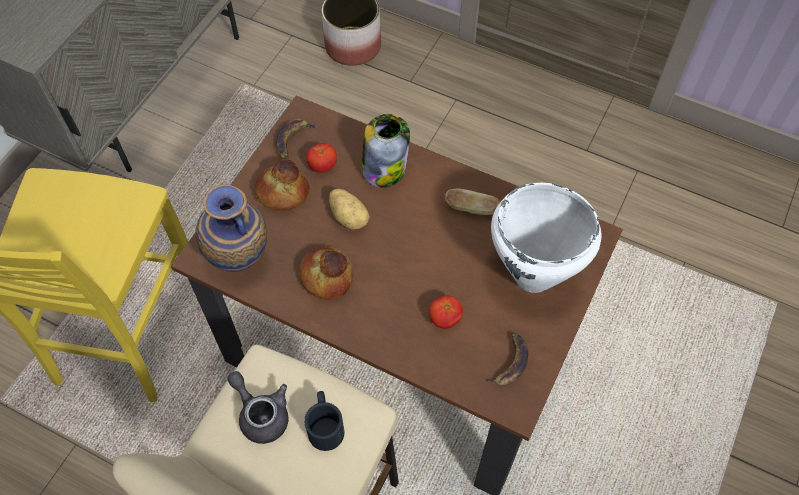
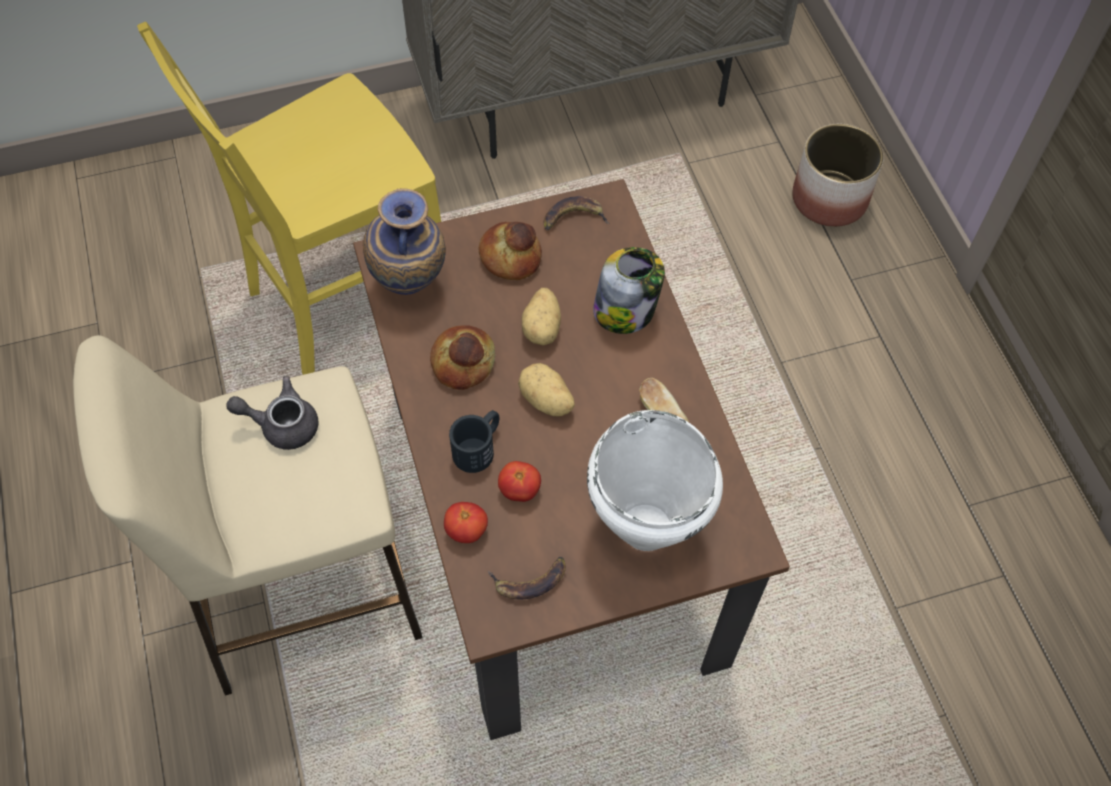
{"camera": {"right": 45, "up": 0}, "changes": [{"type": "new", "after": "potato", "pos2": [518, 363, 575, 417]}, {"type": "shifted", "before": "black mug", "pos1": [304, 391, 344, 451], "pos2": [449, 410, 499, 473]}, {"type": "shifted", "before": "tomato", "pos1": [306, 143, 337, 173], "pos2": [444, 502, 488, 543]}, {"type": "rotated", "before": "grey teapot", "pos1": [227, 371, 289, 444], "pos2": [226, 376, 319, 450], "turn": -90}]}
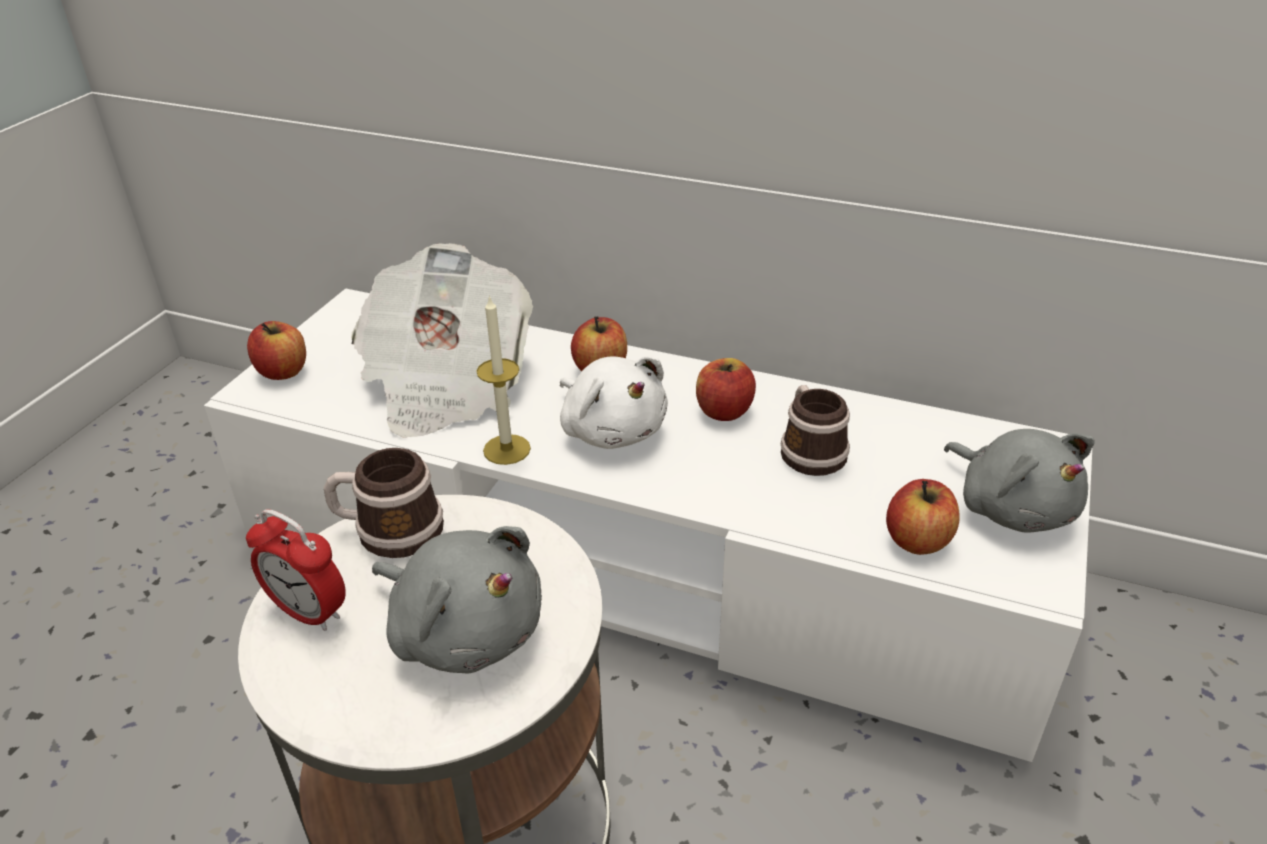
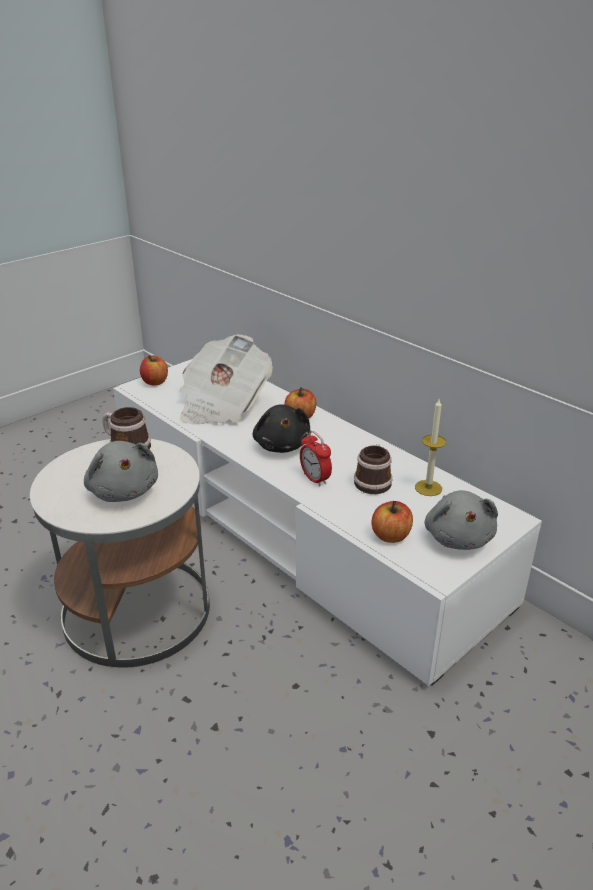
{"camera": {"right": 25, "up": -5}, "changes": [{"type": "gone", "before": "apple", "pos1": [696, 358, 756, 421]}, {"type": "shifted", "before": "alarm clock", "pos1": [246, 509, 346, 631], "pos2": [300, 431, 332, 487]}, {"type": "shifted", "before": "candle", "pos1": [477, 295, 531, 465], "pos2": [415, 399, 446, 496]}, {"type": "repainted", "before": "white plush toy", "after": "black plush toy", "pos1": [560, 356, 668, 449], "pos2": [253, 404, 310, 453]}]}
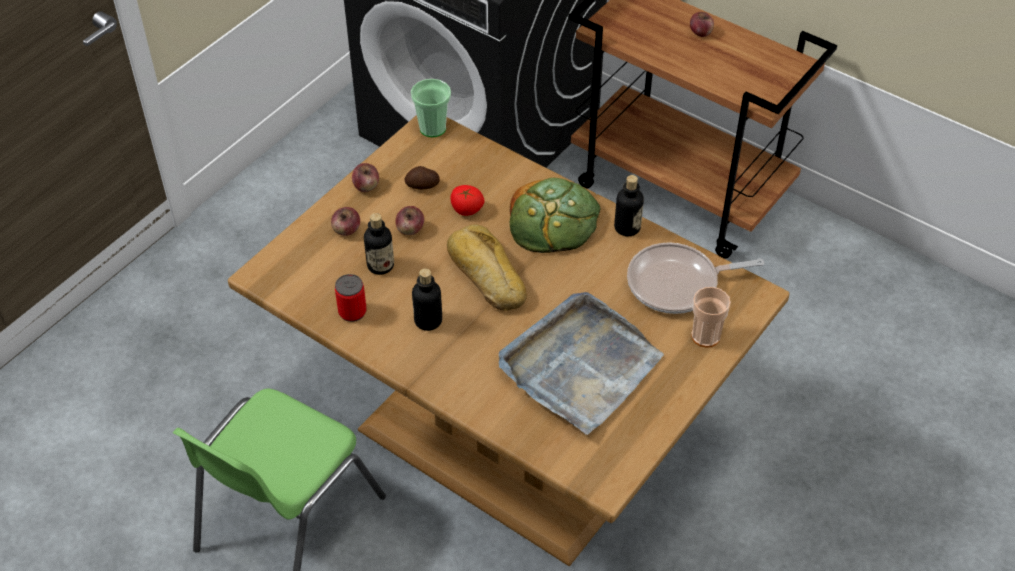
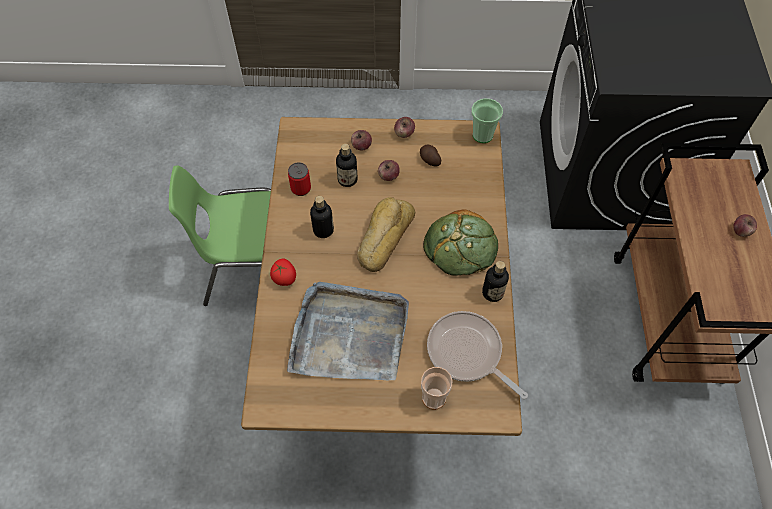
{"camera": {"right": 55, "up": 10}, "changes": [{"type": "shifted", "before": "tomato", "pos1": [450, 185, 485, 216], "pos2": [270, 259, 296, 286]}]}
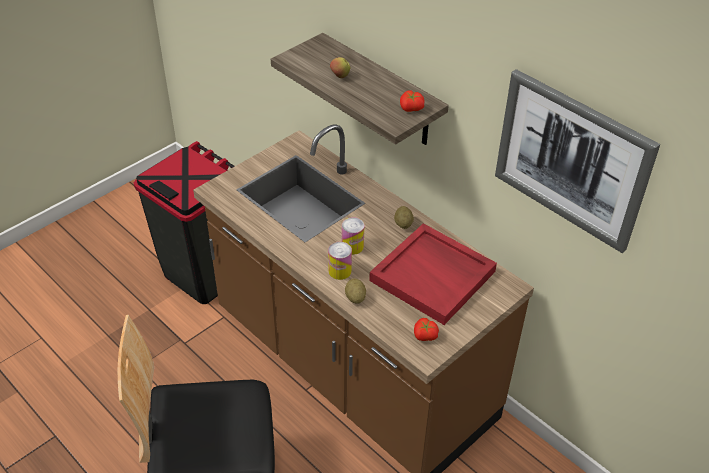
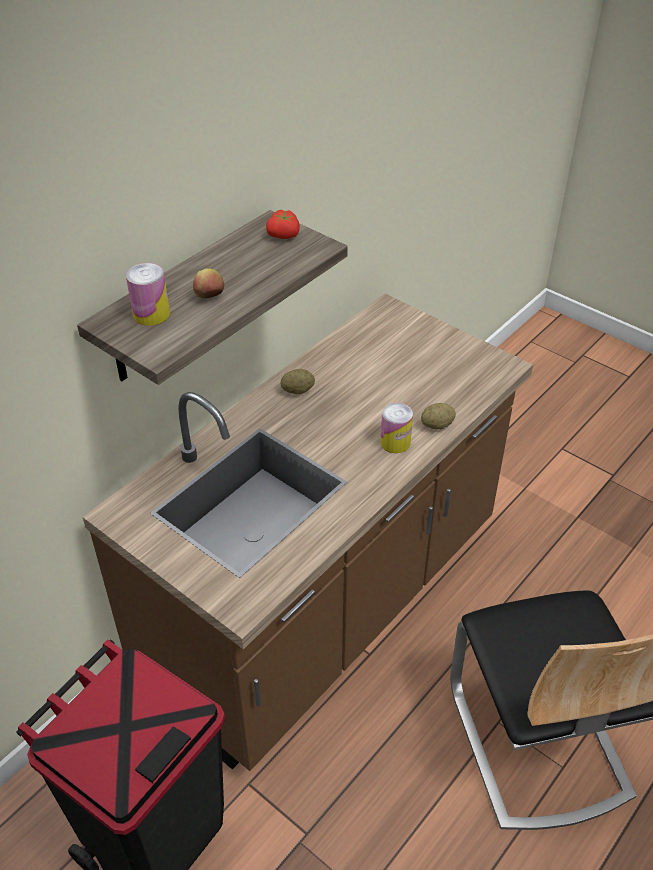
{"camera": {"right": -95, "up": 0}, "changes": [{"type": "gone", "before": "red tray", "pos1": [369, 223, 497, 325]}, {"type": "gone", "before": "tomato", "pos1": [414, 318, 439, 341]}, {"type": "gone", "before": "picture", "pos1": [495, 69, 660, 253]}, {"type": "shifted", "before": "can", "pos1": [342, 217, 364, 255], "pos2": [126, 263, 170, 326]}]}
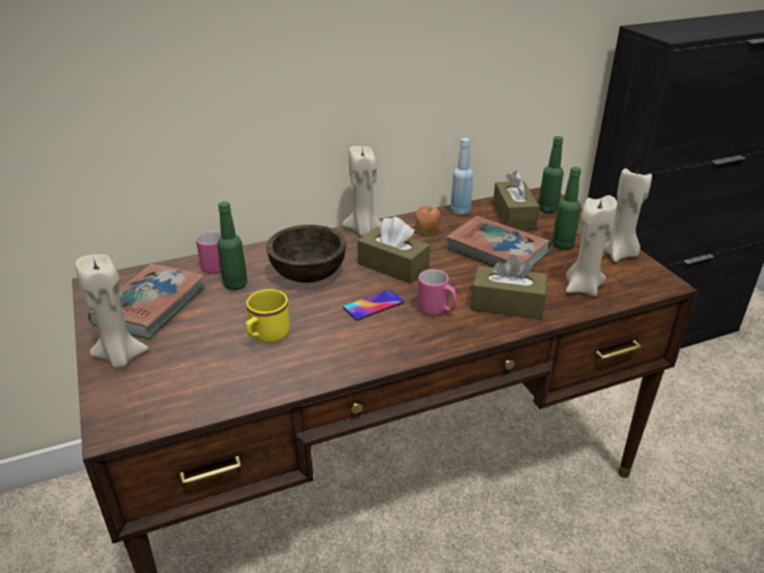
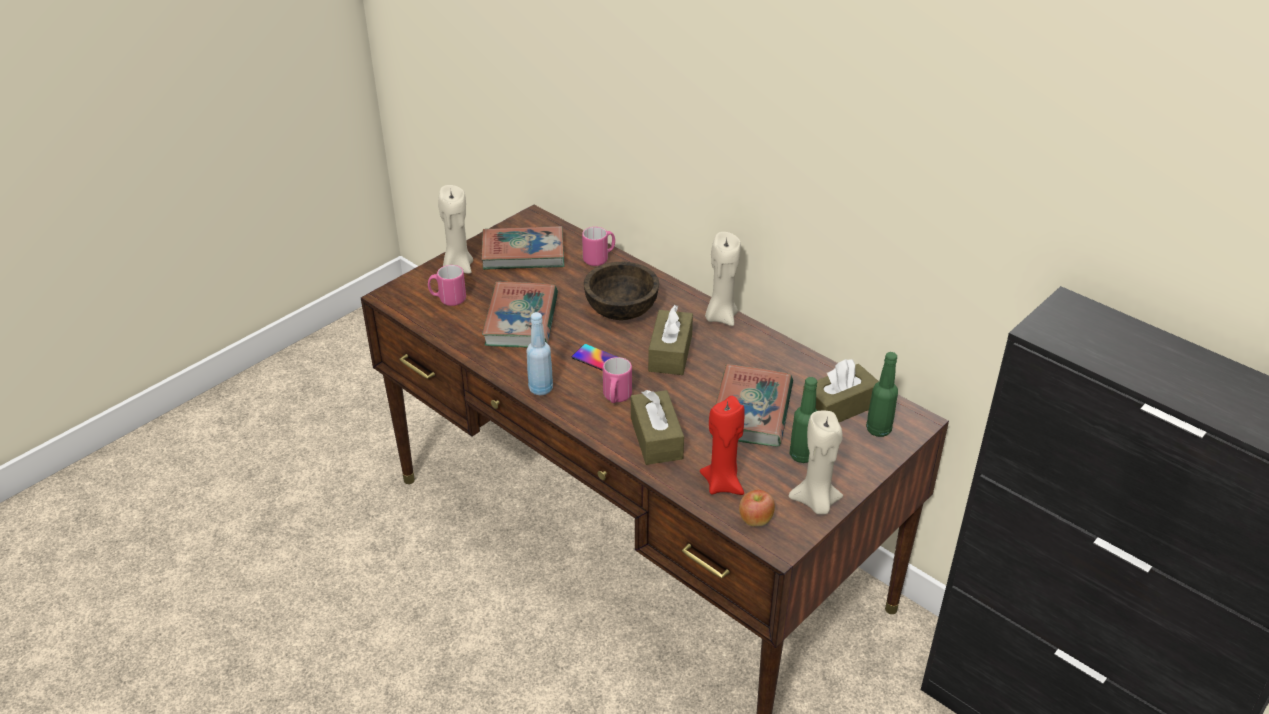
{"camera": {"right": 65, "up": 5}, "changes": [{"type": "gone", "before": "green bottle", "pos1": [217, 201, 248, 290]}, {"type": "new", "after": "pink mug", "pos2": [428, 265, 466, 306]}, {"type": "shifted", "before": "apple", "pos1": [415, 206, 441, 235], "pos2": [739, 490, 775, 526]}, {"type": "shifted", "before": "blue bottle", "pos1": [450, 138, 473, 215], "pos2": [526, 312, 553, 395]}, {"type": "swapped", "before": "yellow mug", "after": "book", "pos1": [246, 289, 290, 343], "pos2": [482, 282, 558, 347]}, {"type": "repainted", "before": "beige candle", "after": "red candle", "pos1": [566, 195, 617, 297], "pos2": [700, 396, 745, 495]}]}
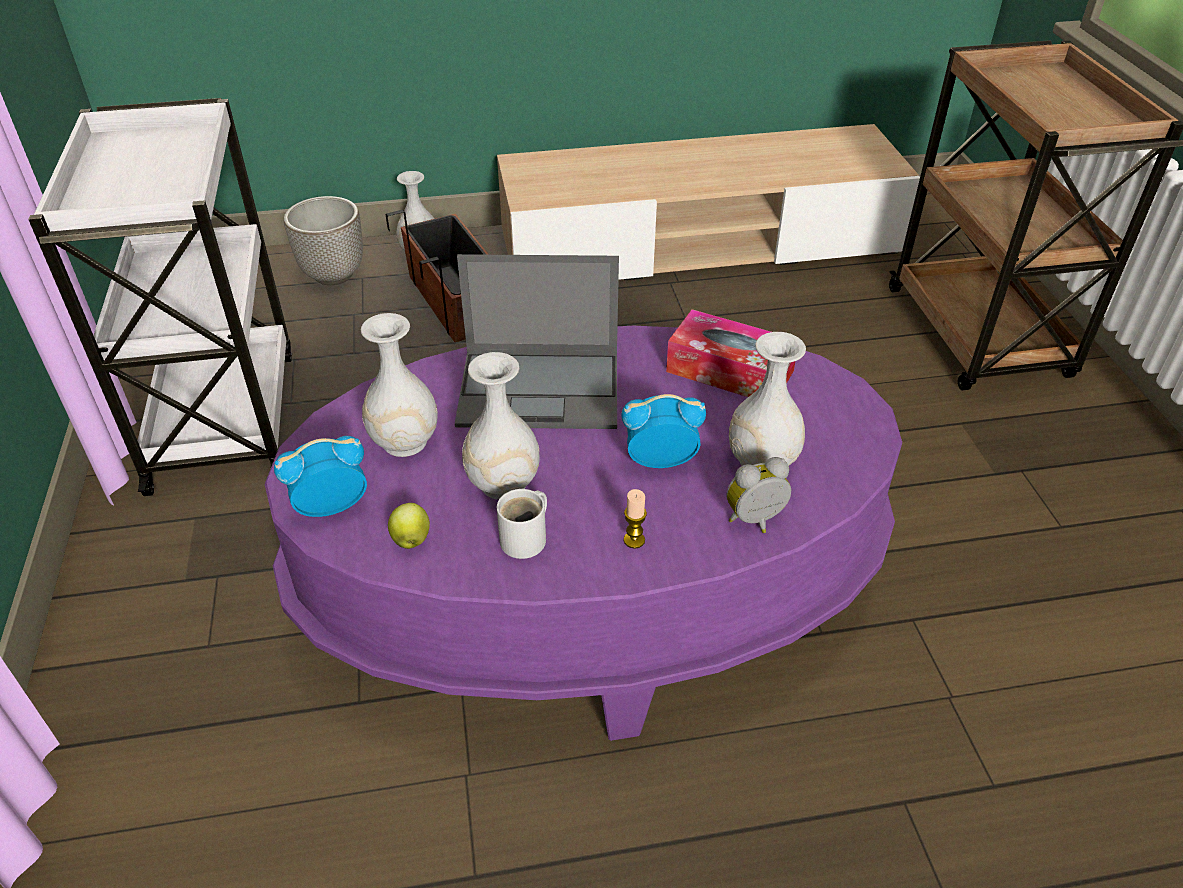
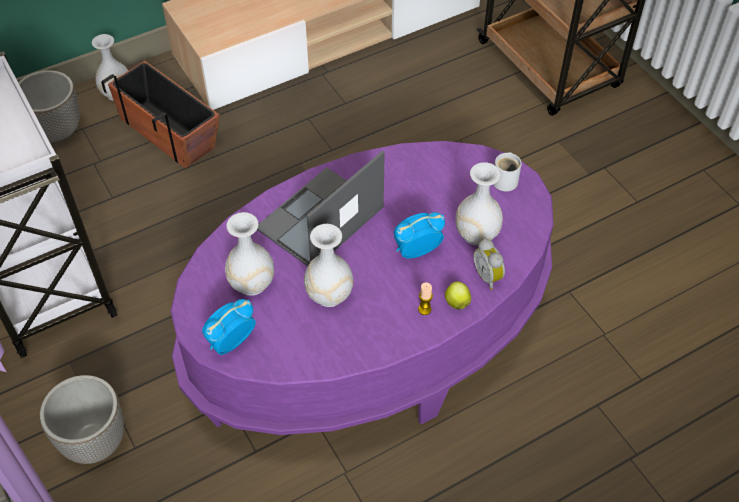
{"camera": {"right": -20, "up": 10}, "changes": [{"type": "gone", "before": "tissue box", "pos1": [666, 309, 795, 397]}, {"type": "new", "after": "planter", "pos2": [40, 375, 124, 464]}, {"type": "shifted", "before": "apple", "pos1": [388, 503, 430, 549], "pos2": [445, 282, 471, 310]}, {"type": "shifted", "before": "white mug", "pos1": [497, 489, 547, 559], "pos2": [493, 152, 522, 191]}, {"type": "rotated", "before": "laptop", "pos1": [455, 254, 619, 429], "pos2": [257, 151, 385, 266], "turn": 150}, {"type": "rotated", "before": "alarm clock", "pos1": [727, 457, 791, 533], "pos2": [473, 239, 505, 290], "turn": -75}]}
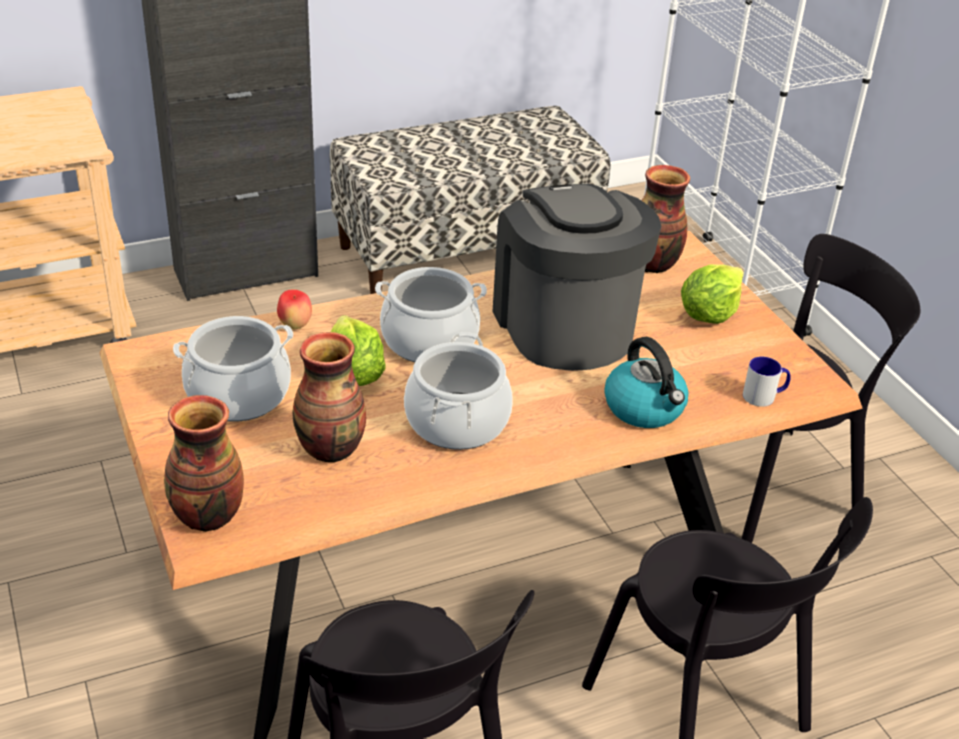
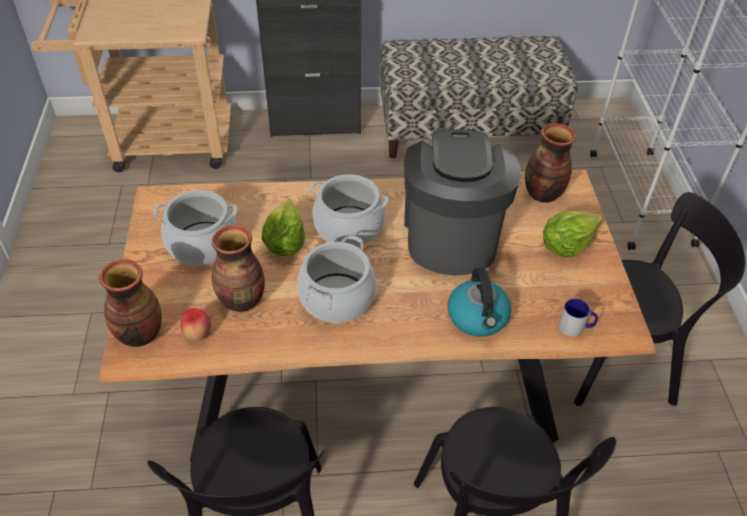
{"camera": {"right": 20, "up": 10}, "changes": [{"type": "shifted", "before": "apple", "pos1": [277, 289, 312, 330], "pos2": [180, 308, 211, 341]}]}
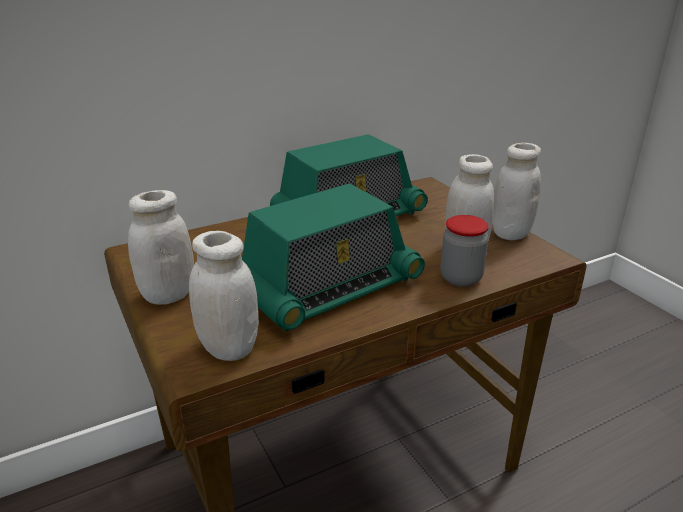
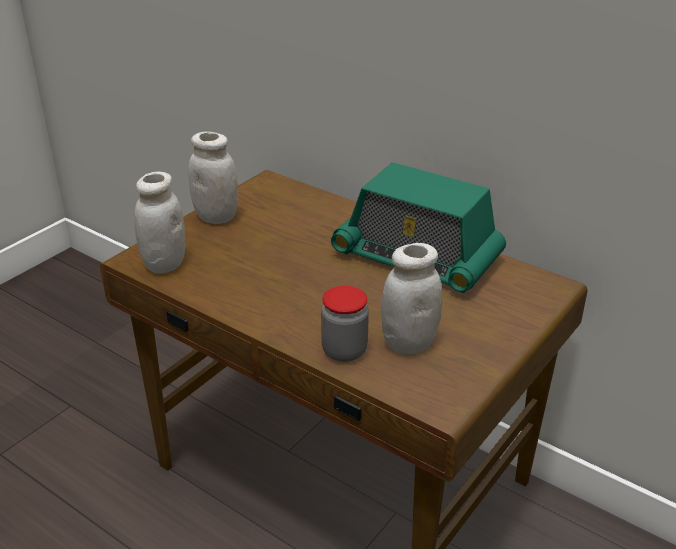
{"camera": {"right": 65, "up": 5}, "changes": [{"type": "gone", "before": "radio", "pos1": [242, 183, 425, 331]}, {"type": "gone", "before": "white jar", "pos1": [493, 143, 541, 240]}]}
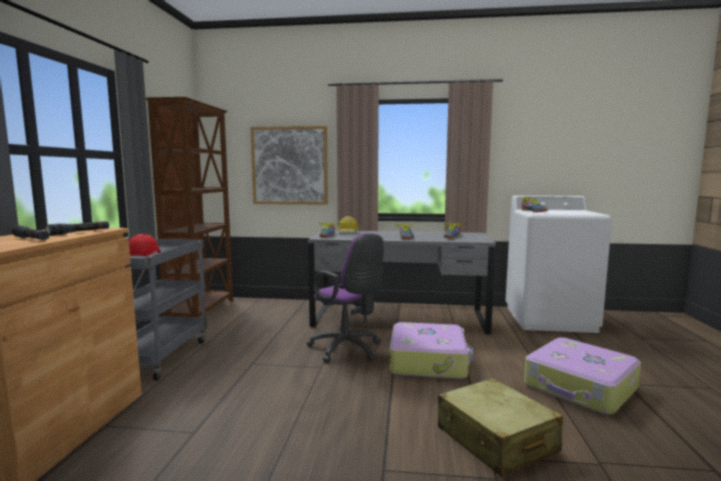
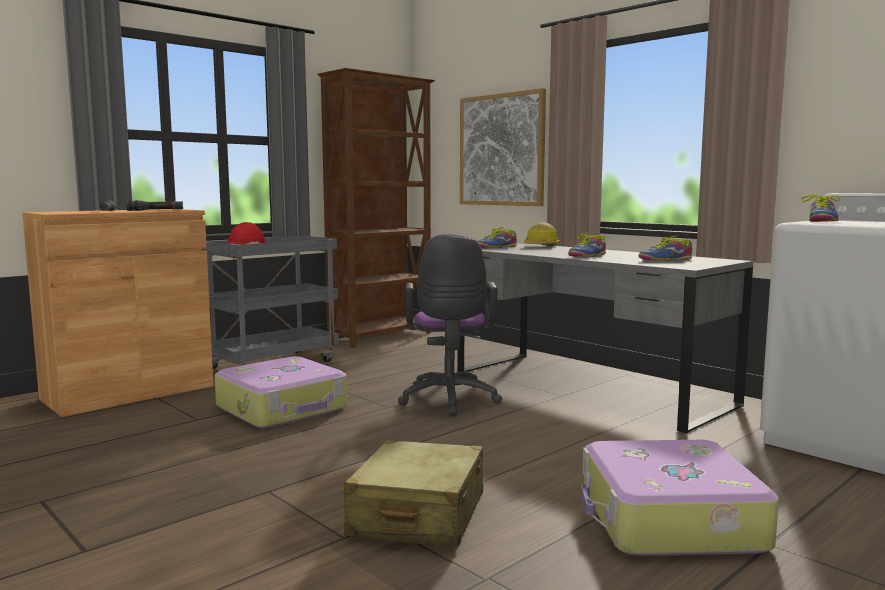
{"camera": {"right": 40, "up": 0}, "changes": [{"type": "shifted", "before": "suitcase", "pos1": [389, 322, 473, 379], "pos2": [215, 356, 347, 429]}]}
